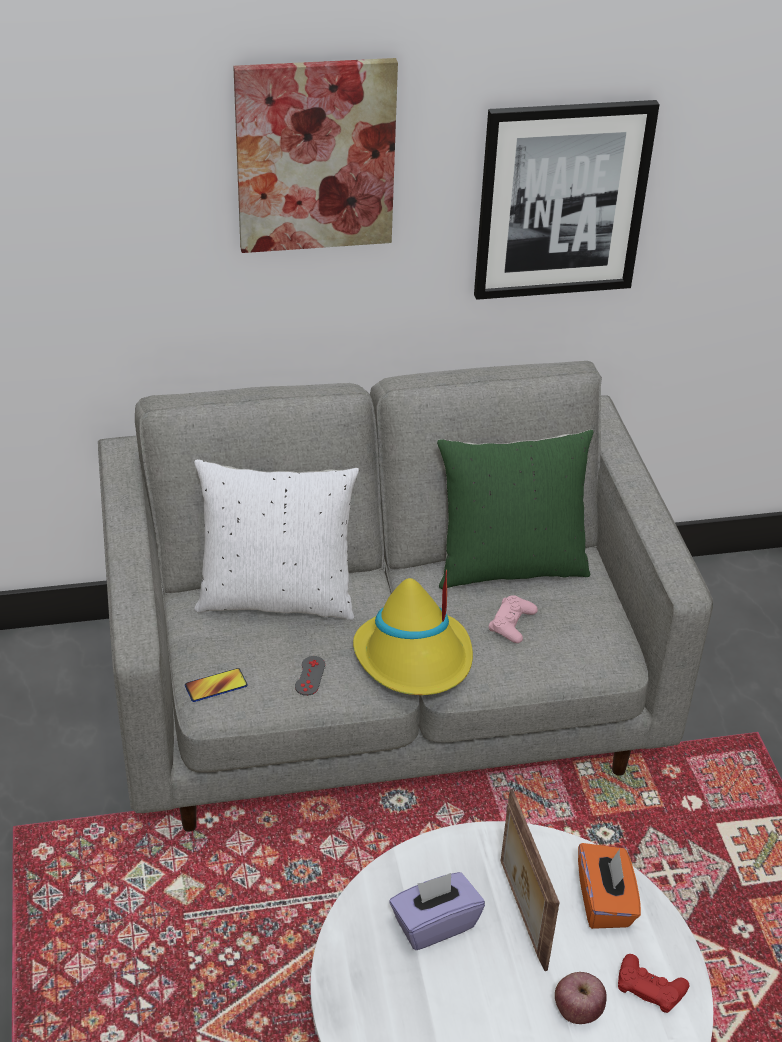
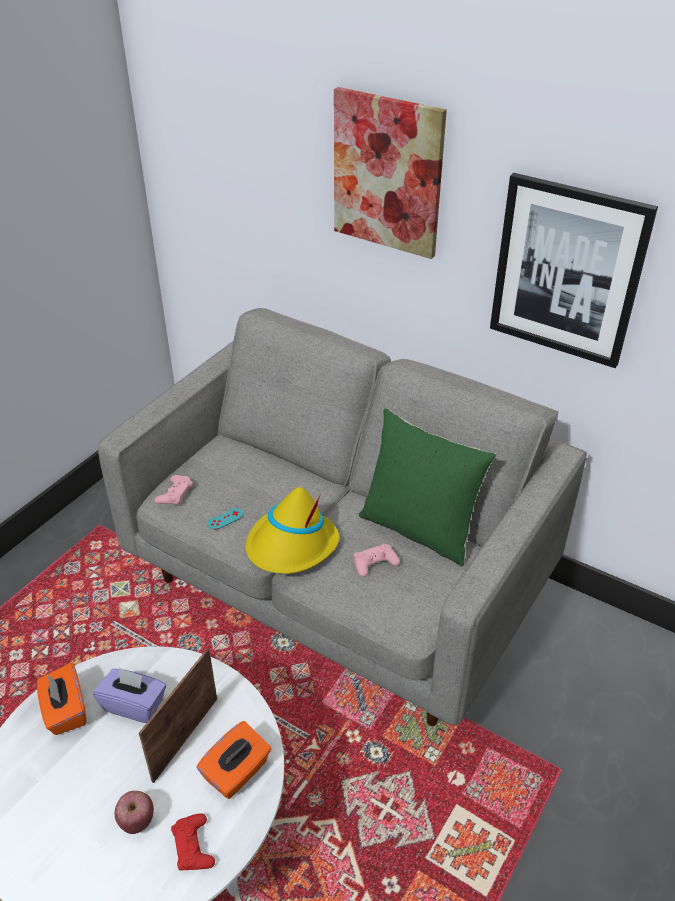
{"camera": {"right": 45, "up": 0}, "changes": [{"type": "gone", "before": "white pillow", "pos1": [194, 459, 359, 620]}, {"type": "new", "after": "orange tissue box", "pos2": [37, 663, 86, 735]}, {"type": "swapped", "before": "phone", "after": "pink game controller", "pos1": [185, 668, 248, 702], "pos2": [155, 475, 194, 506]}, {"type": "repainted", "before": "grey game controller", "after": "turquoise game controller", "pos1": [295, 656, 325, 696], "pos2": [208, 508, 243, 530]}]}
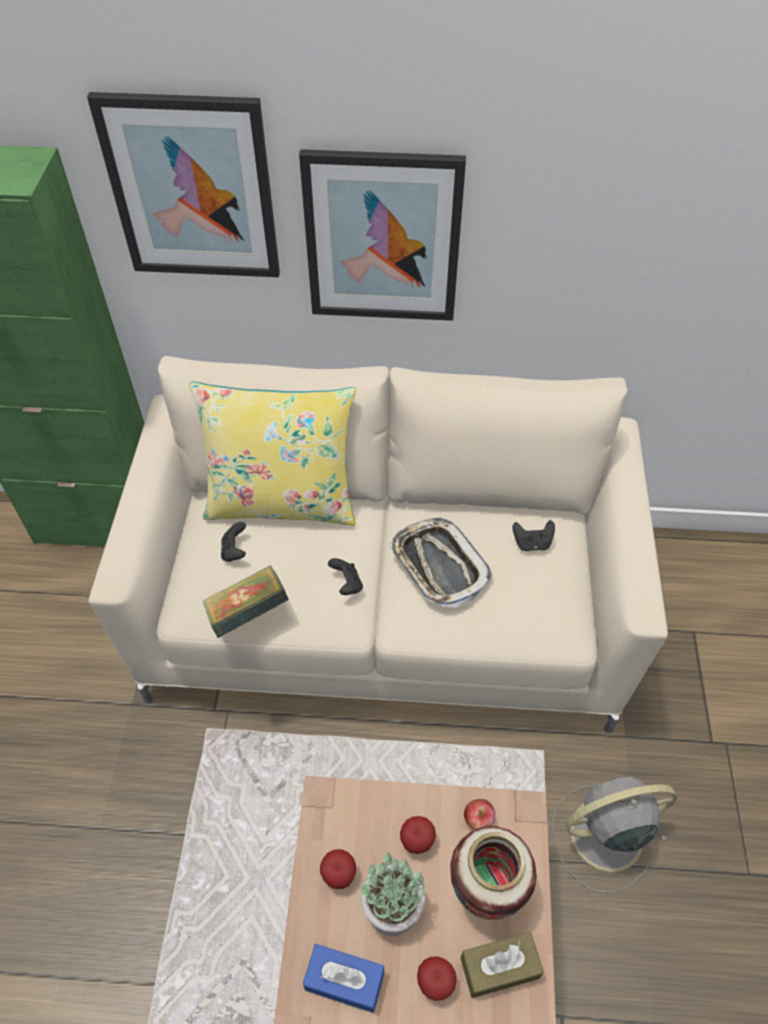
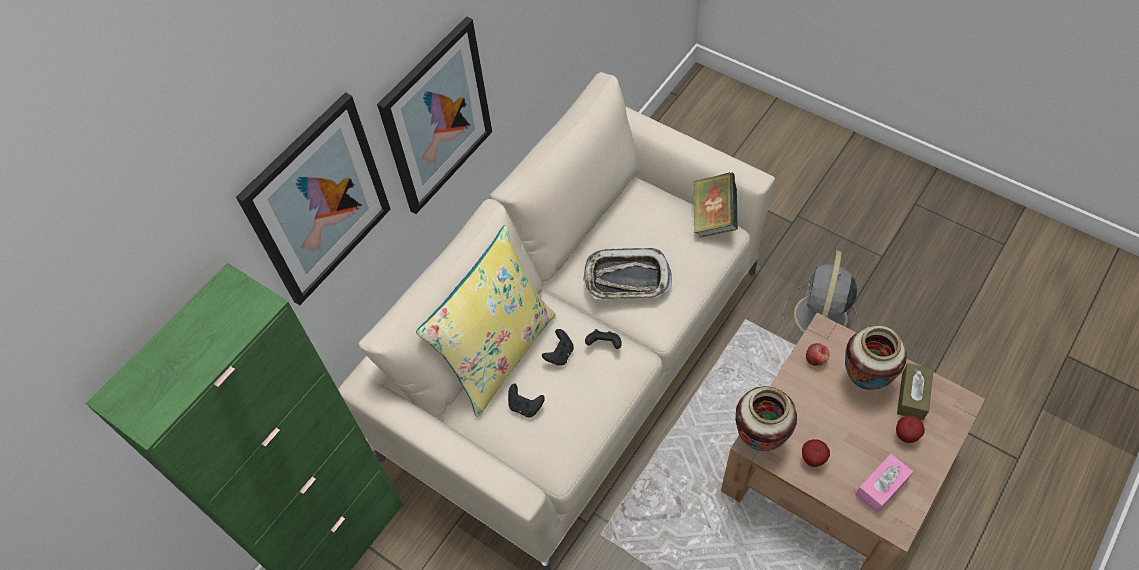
{"camera": {"right": -55, "up": 5}, "changes": [{"type": "gone", "before": "potted plant", "pos1": [360, 852, 425, 936]}, {"type": "gone", "before": "apple", "pos1": [400, 816, 436, 854]}, {"type": "new", "after": "vase", "pos2": [735, 386, 797, 451]}, {"type": "shifted", "before": "book", "pos1": [202, 565, 289, 638], "pos2": [694, 172, 738, 238]}, {"type": "shifted", "before": "black game controller", "pos1": [513, 520, 555, 551], "pos2": [542, 329, 574, 366]}, {"type": "repainted", "before": "blue tissue box", "after": "pink tissue box", "pos1": [303, 944, 384, 1013], "pos2": [855, 453, 913, 513]}]}
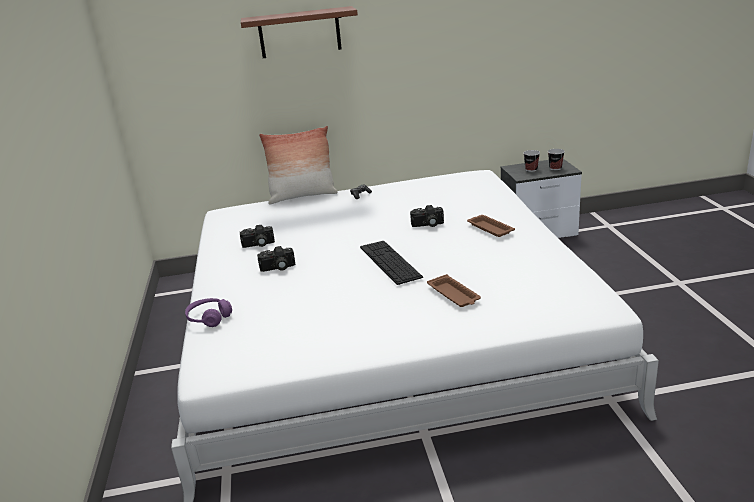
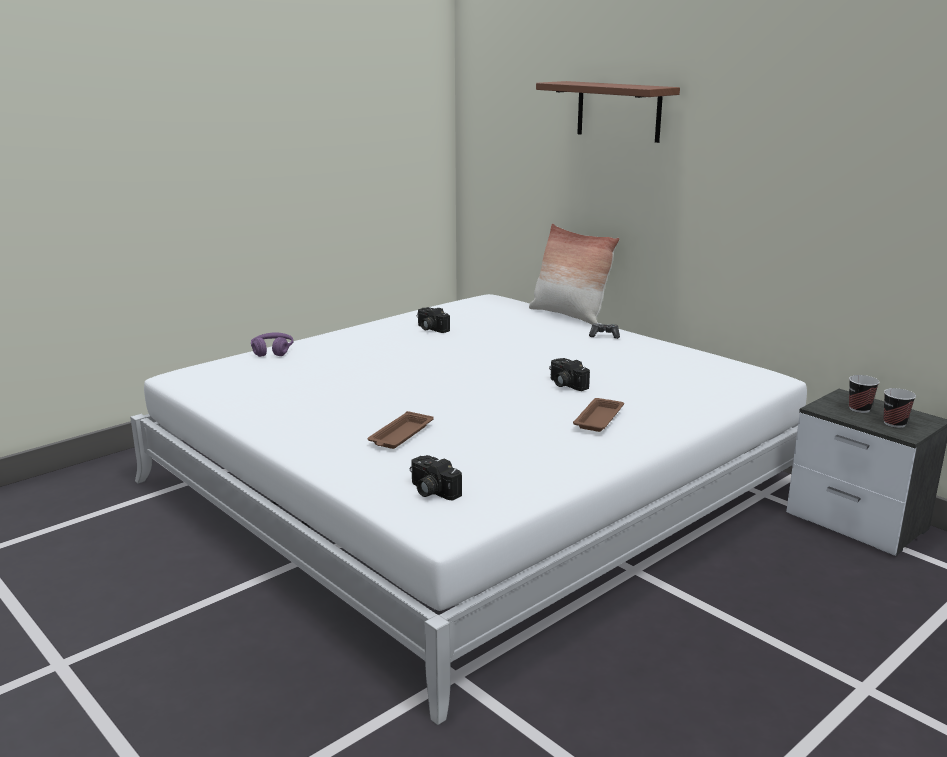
{"camera": {"right": 55, "up": -5}, "changes": [{"type": "gone", "before": "keyboard", "pos1": [360, 241, 423, 285]}, {"type": "shifted", "before": "photo camera", "pos1": [257, 246, 295, 272], "pos2": [410, 455, 462, 501]}]}
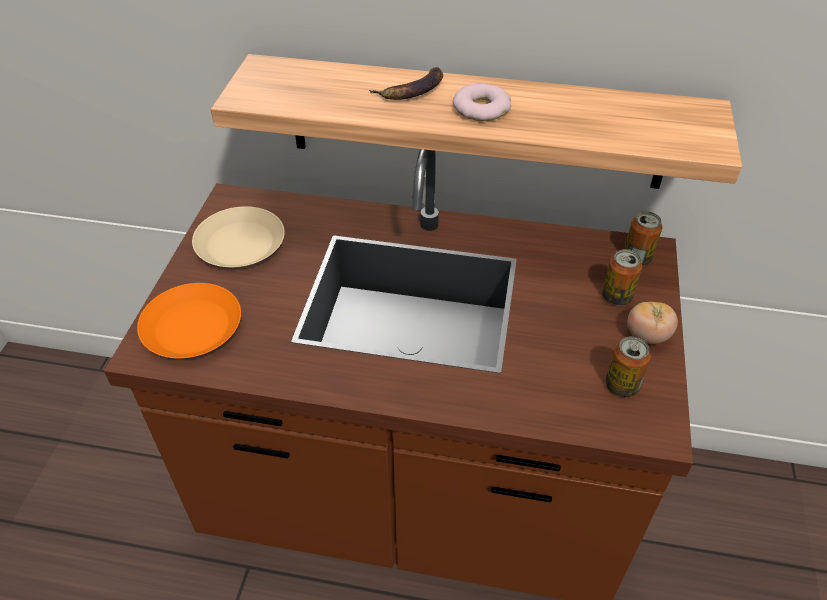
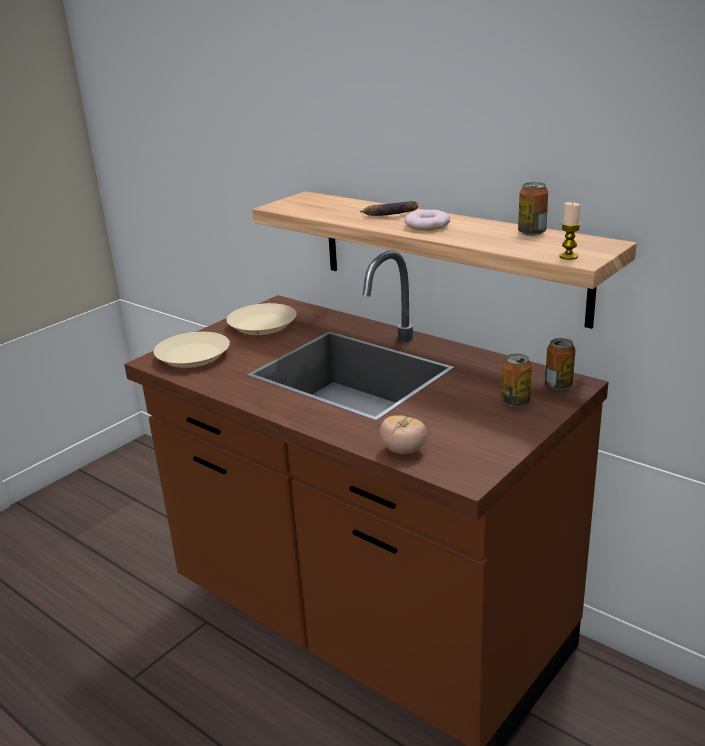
{"camera": {"right": 30, "up": -20}, "changes": [{"type": "new", "after": "candle", "pos2": [560, 202, 581, 260]}, {"type": "shifted", "before": "can", "pos1": [605, 336, 651, 397], "pos2": [518, 182, 548, 236]}, {"type": "shifted", "before": "tomato", "pos1": [627, 302, 678, 344], "pos2": [380, 415, 427, 454]}, {"type": "repainted", "before": "orange plate", "after": "beige plate", "pos1": [137, 283, 241, 358], "pos2": [154, 332, 230, 368]}]}
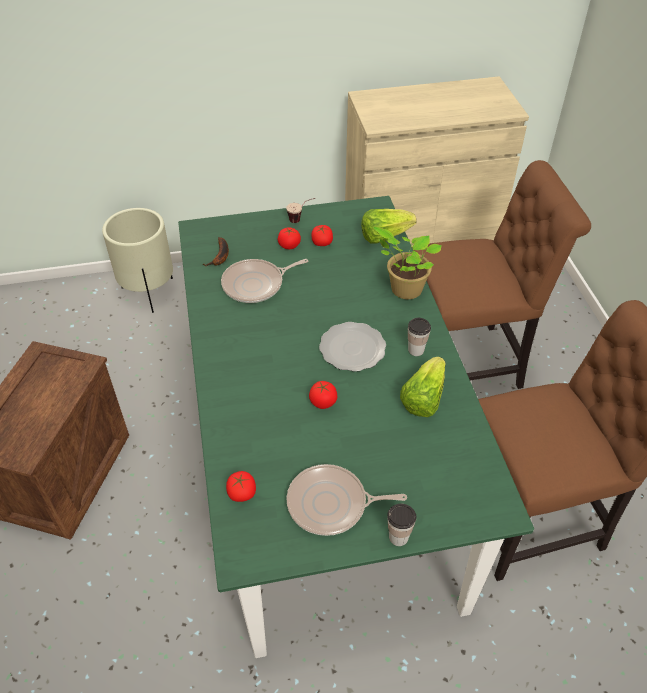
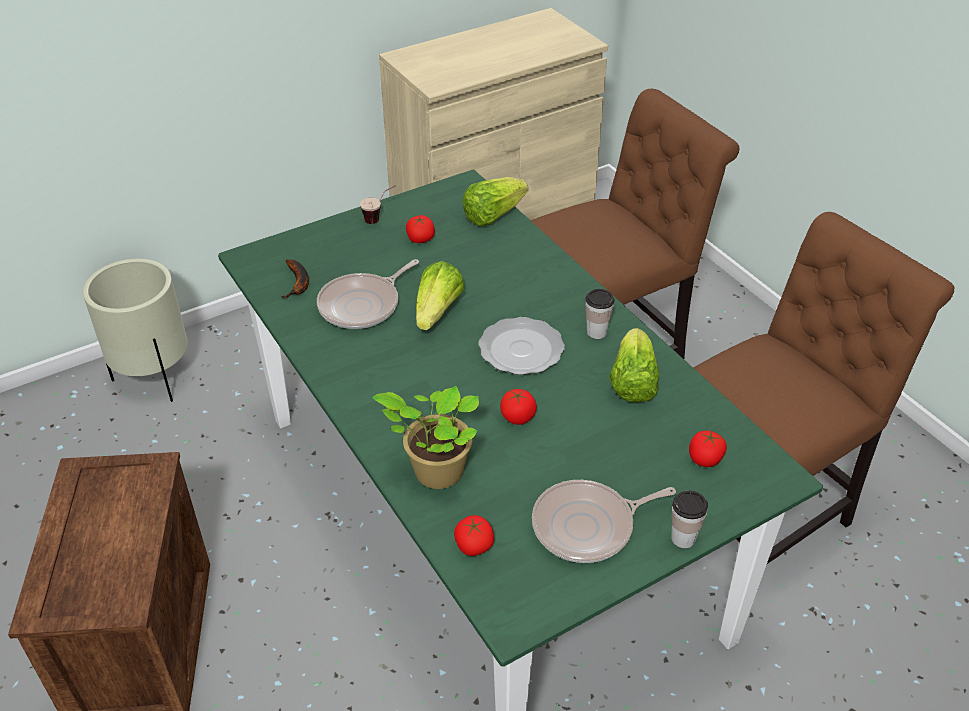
{"camera": {"right": -20, "up": -5}, "changes": [{"type": "new", "after": "lettuce", "pos2": [416, 261, 465, 330]}, {"type": "shifted", "before": "tomato", "pos1": [278, 227, 301, 249], "pos2": [689, 431, 727, 467]}, {"type": "shifted", "before": "potted plant", "pos1": [373, 227, 442, 299], "pos2": [373, 386, 479, 489]}]}
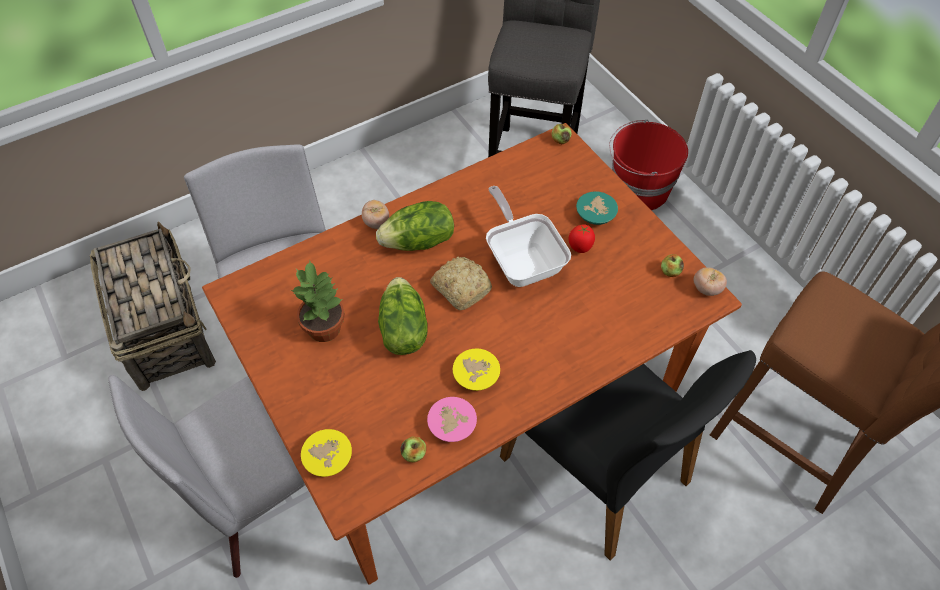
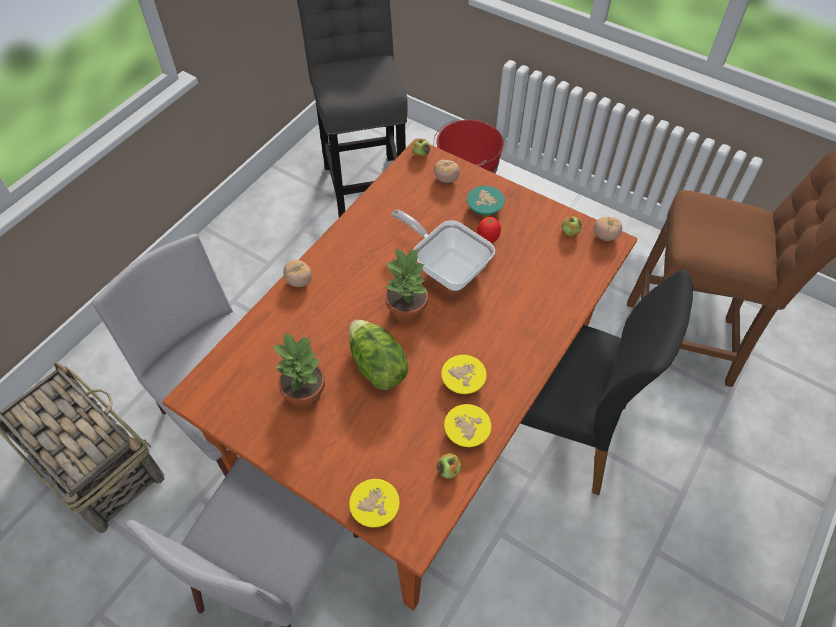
{"camera": {"right": -25, "up": 0}, "changes": [{"type": "gone", "before": "lettuce", "pos1": [376, 201, 454, 251]}, {"type": "new", "after": "tomato", "pos2": [434, 160, 460, 183]}, {"type": "swapped", "before": "bread", "after": "potted plant", "pos1": [430, 257, 492, 310], "pos2": [385, 247, 428, 323]}, {"type": "repainted", "before": "pink bowl", "after": "yellow bowl", "pos1": [427, 397, 477, 442], "pos2": [444, 404, 491, 447]}]}
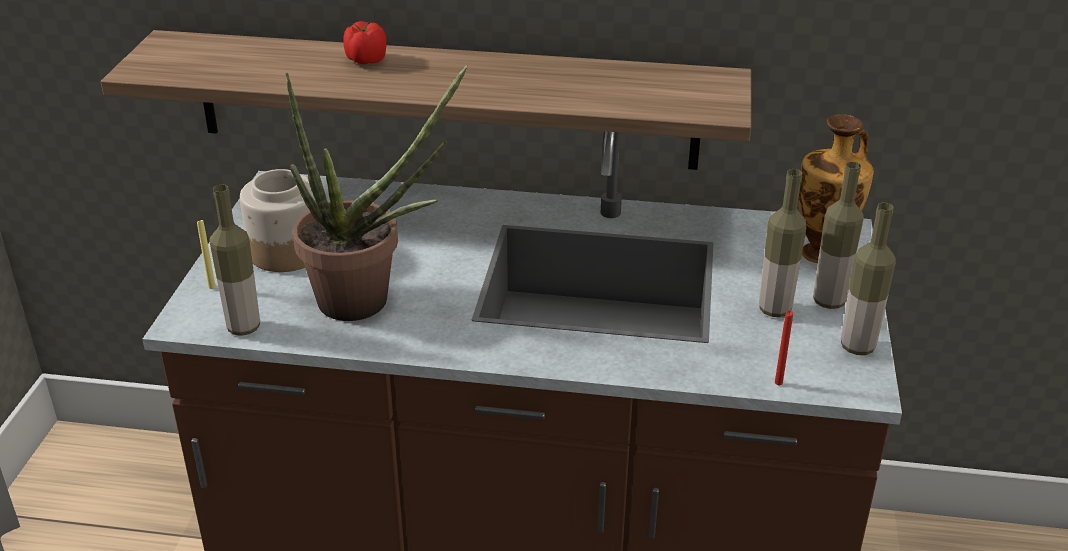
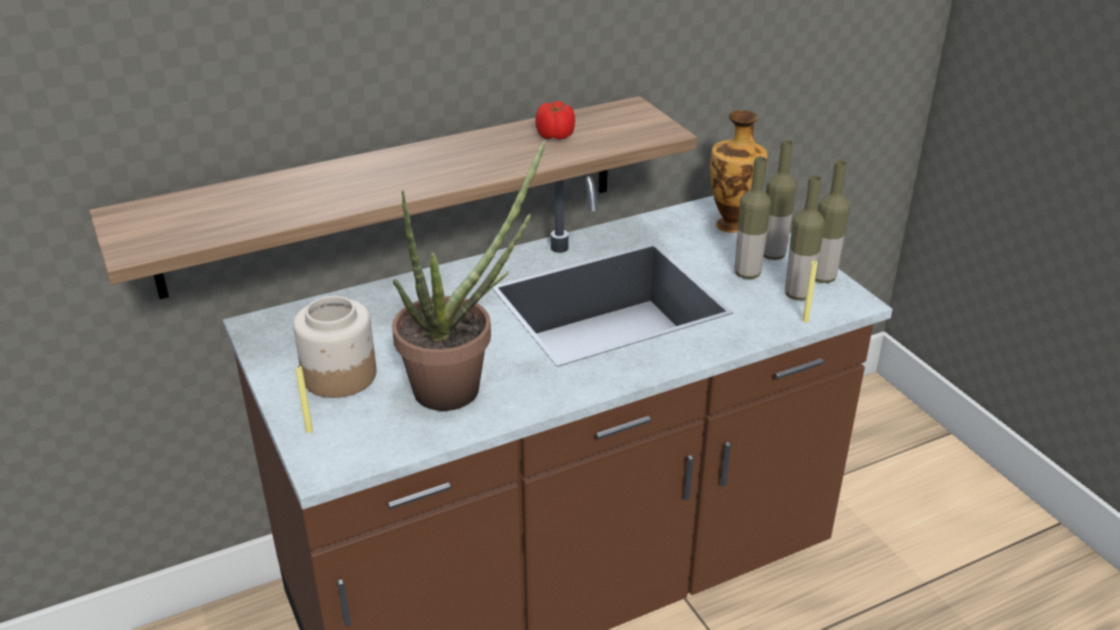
{"camera": {"right": -35, "up": 0}, "changes": [{"type": "shifted", "before": "bottle", "pos1": [209, 184, 260, 336], "pos2": [785, 175, 825, 301]}, {"type": "shifted", "before": "tomato", "pos1": [343, 21, 387, 64], "pos2": [535, 101, 575, 140]}, {"type": "repainted", "before": "red candle", "after": "yellow candle", "pos1": [775, 310, 793, 385], "pos2": [802, 260, 817, 322]}]}
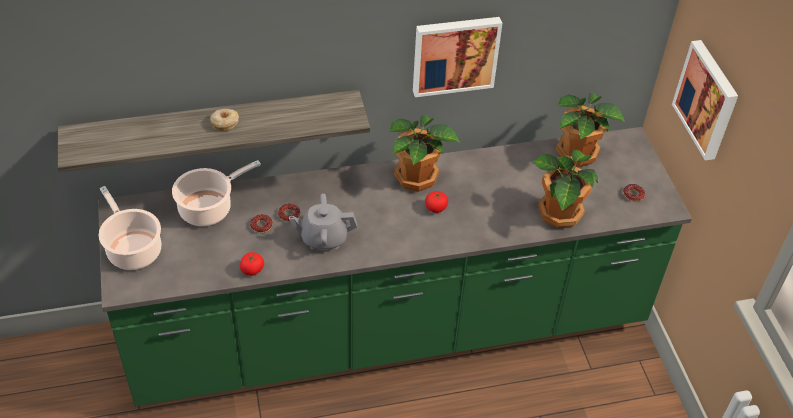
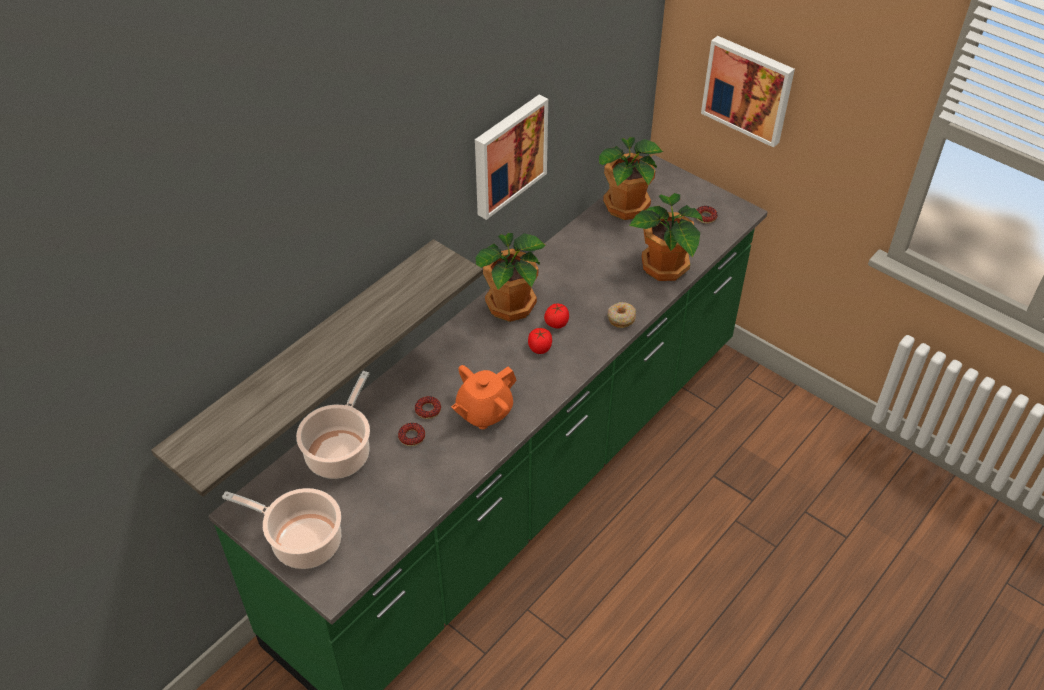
{"camera": {"right": -35, "up": 0}, "changes": [{"type": "shifted", "before": "donut", "pos1": [210, 109, 239, 131], "pos2": [608, 302, 636, 328]}, {"type": "shifted", "before": "tomato", "pos1": [240, 252, 264, 276], "pos2": [528, 328, 552, 354]}, {"type": "repainted", "before": "grey teapot", "after": "orange teapot", "pos1": [289, 193, 357, 250], "pos2": [451, 365, 517, 429]}]}
